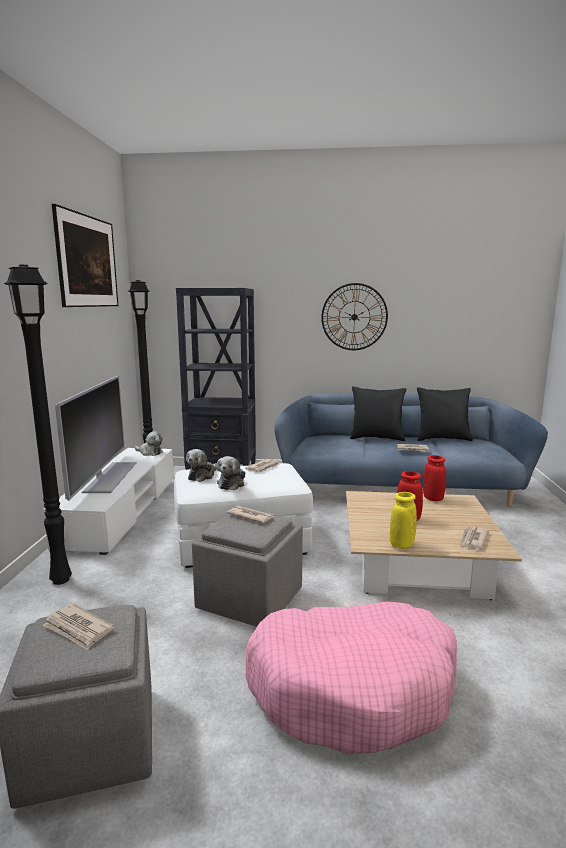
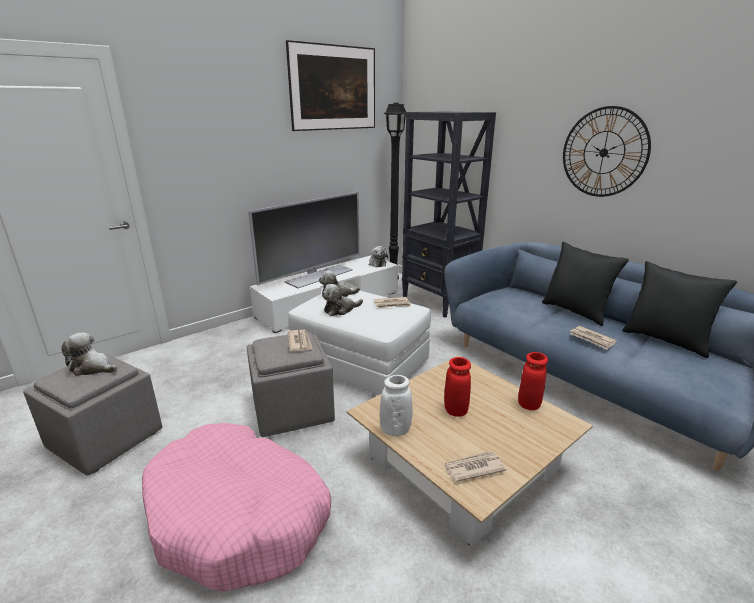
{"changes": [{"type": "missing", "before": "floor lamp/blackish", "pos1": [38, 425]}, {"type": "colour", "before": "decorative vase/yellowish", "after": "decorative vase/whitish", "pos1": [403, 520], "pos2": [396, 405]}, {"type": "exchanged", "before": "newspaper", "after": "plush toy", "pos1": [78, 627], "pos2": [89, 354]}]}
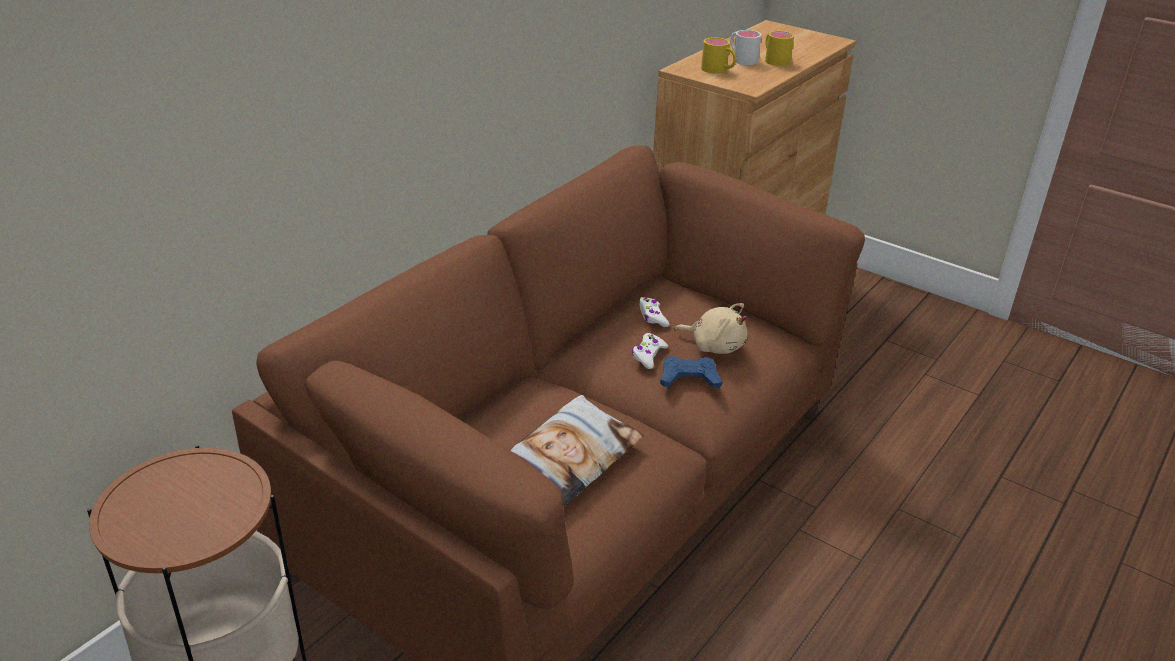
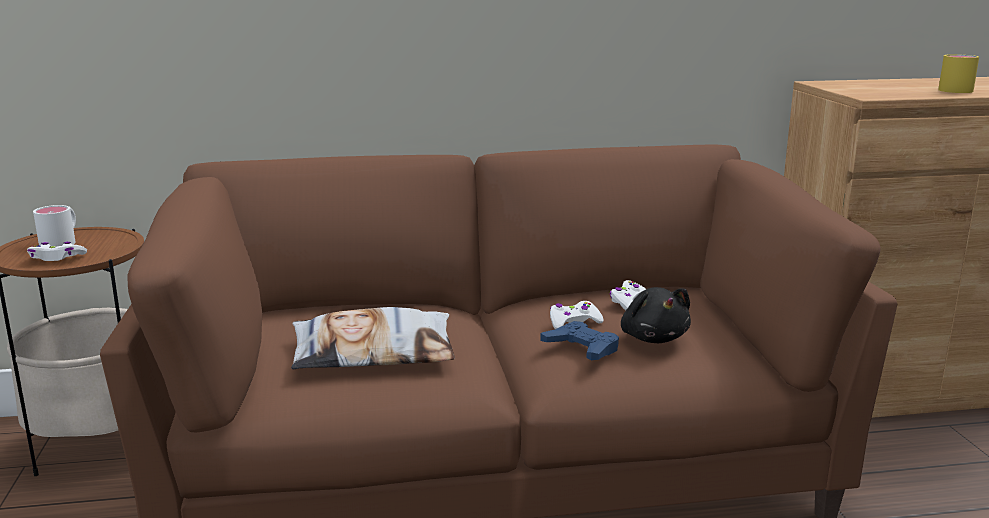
{"changes": [{"type": "relocated", "before": "coffee mug/whitish", "pos1": [745, 47], "pos2": [54, 225]}, {"type": "missing", "before": "coffee mug/yellowish", "pos1": [719, 55]}, {"type": "colour", "before": "plush toy/sand-coloured", "after": "plush toy/blackish", "pos1": [710, 328], "pos2": [656, 315]}, {"type": "appeared", "after": "joypad/whitish", "pos2": [57, 251]}]}
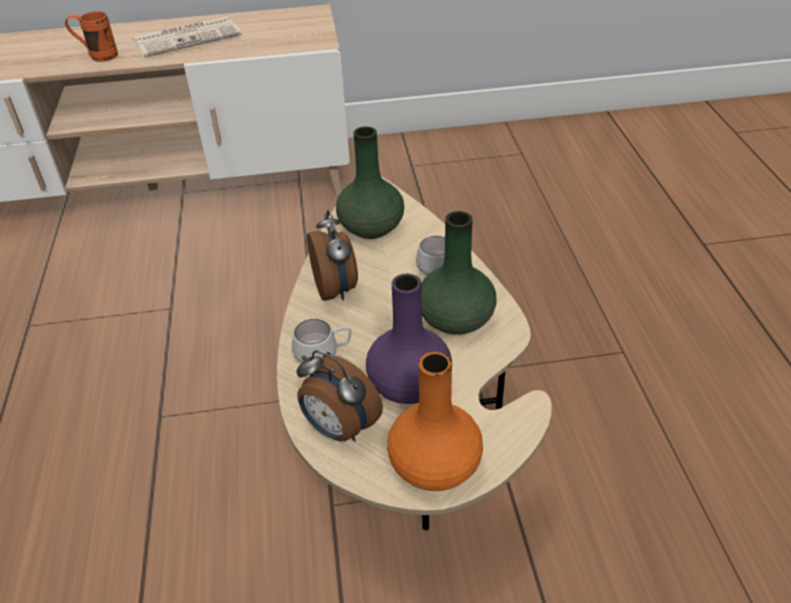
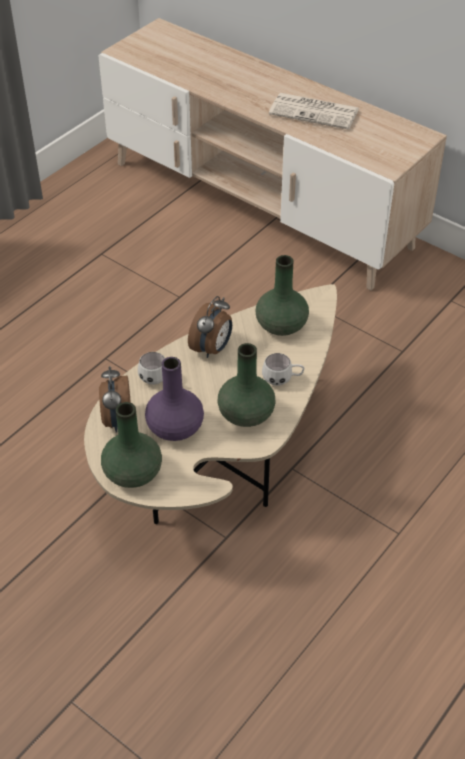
{"changes": [{"type": "missing", "before": "coffee mug/orange", "pos1": [91, 36]}, {"type": "colour", "before": "decorative vase/orange", "after": "decorative vase/greenish", "pos1": [435, 421], "pos2": [131, 445]}]}
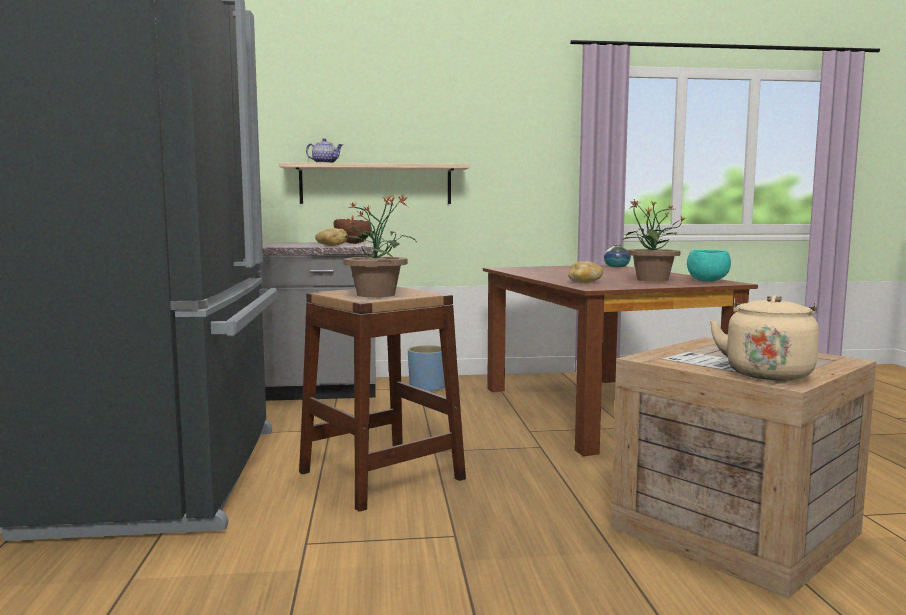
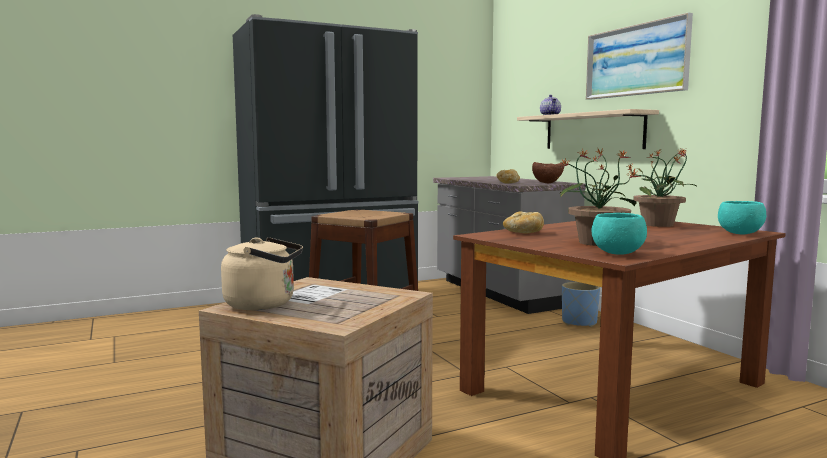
{"changes": [{"type": "relocated", "before": "potted plant", "pos1": [379, 246], "pos2": [663, 187]}, {"type": "exchanged", "before": "decorative vase", "after": "deep dish/turquoise", "pos1": [617, 255], "pos2": [742, 217]}, {"type": "appeared", "after": "picture", "pos2": [639, 56]}]}
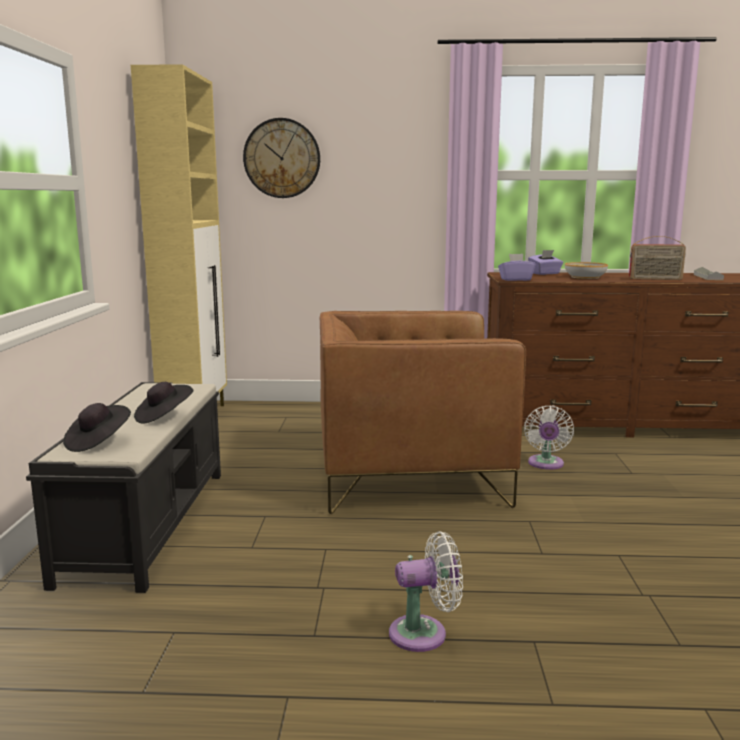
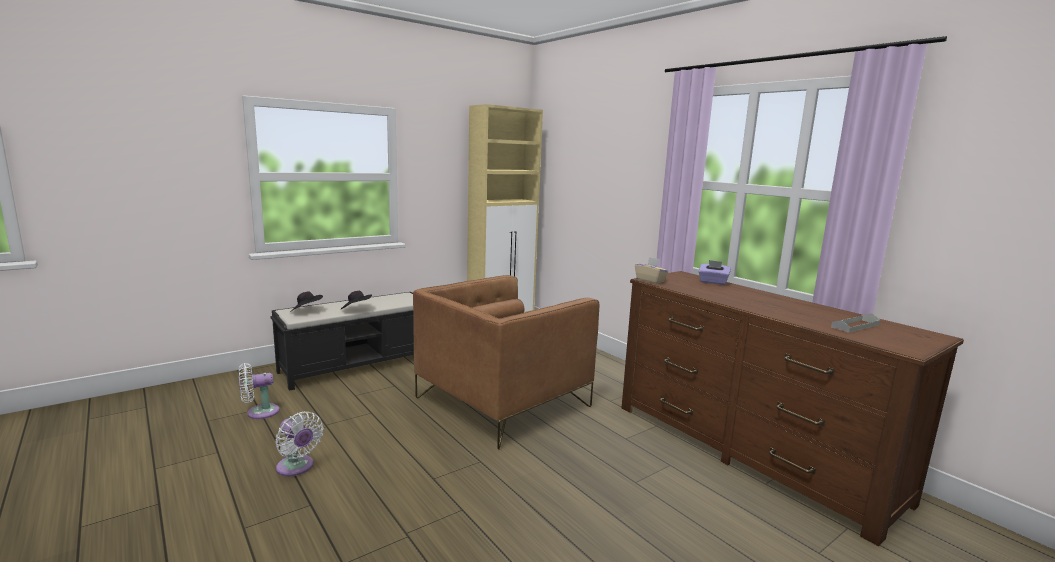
{"changes": [{"type": "missing", "before": "clock on the wall", "pos1": [281, 158]}, {"type": "missing", "before": "radio", "pos1": [657, 258]}, {"type": "colour", "before": "tissue box/purple-coloured", "after": "tissue box/sand-coloured", "pos1": [516, 267], "pos2": [652, 270]}, {"type": "missing", "before": "deep dish", "pos1": [586, 270]}, {"type": "spun", "before": "armchair/brown-coloured", "pos1": [423, 412], "pos2": [506, 362], "turn": -90}, {"type": "relocated", "before": "fan/whitish", "pos1": [549, 437], "pos2": [259, 391]}]}
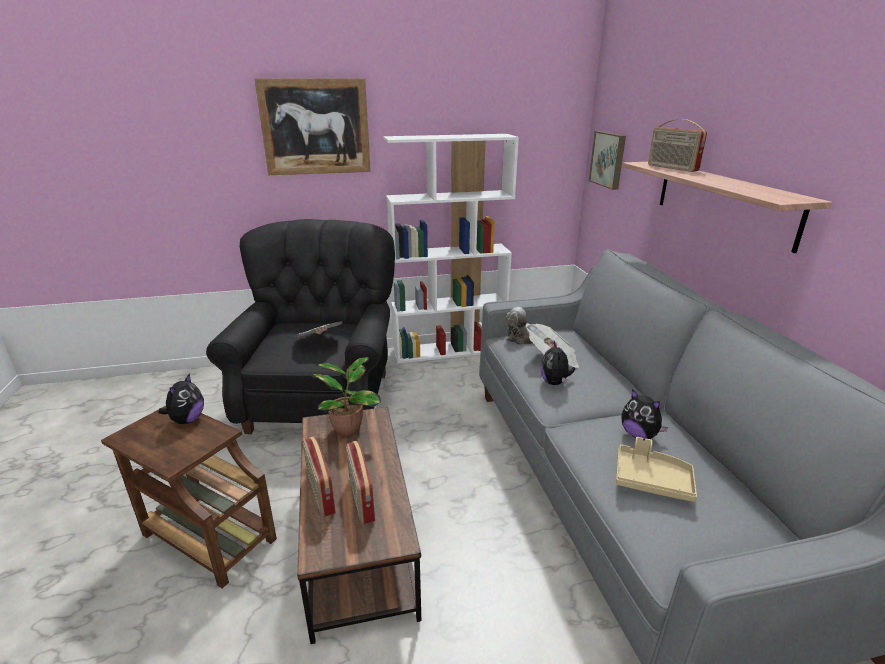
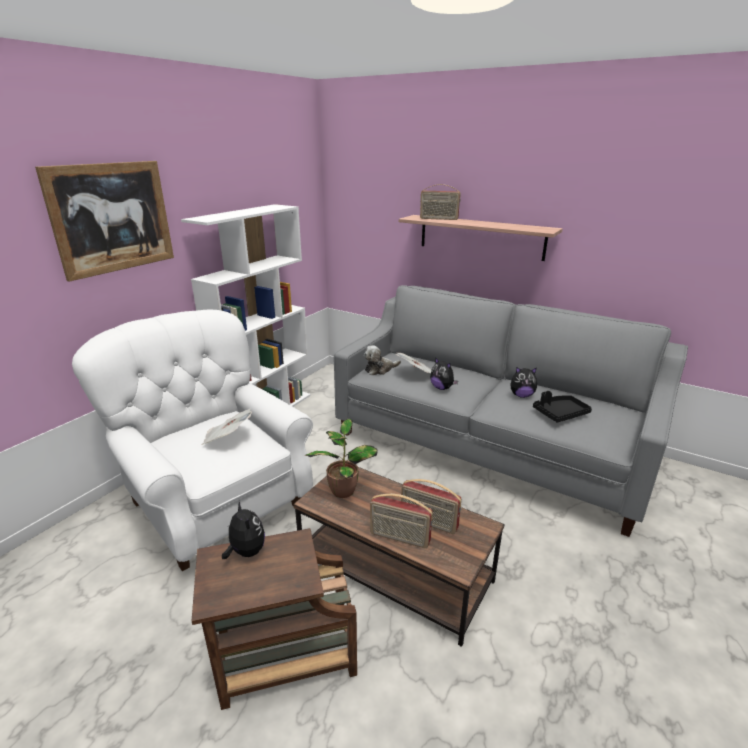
{"changes": [{"type": "missing", "before": "picture", "pos1": [607, 160]}, {"type": "colour", "before": "armchair/blackish", "after": "armchair/whitish", "pos1": [300, 326], "pos2": [192, 440]}, {"type": "colour", "before": "carrying tray/sand-coloured", "after": "carrying tray/blackish", "pos1": [656, 469], "pos2": [562, 407]}]}
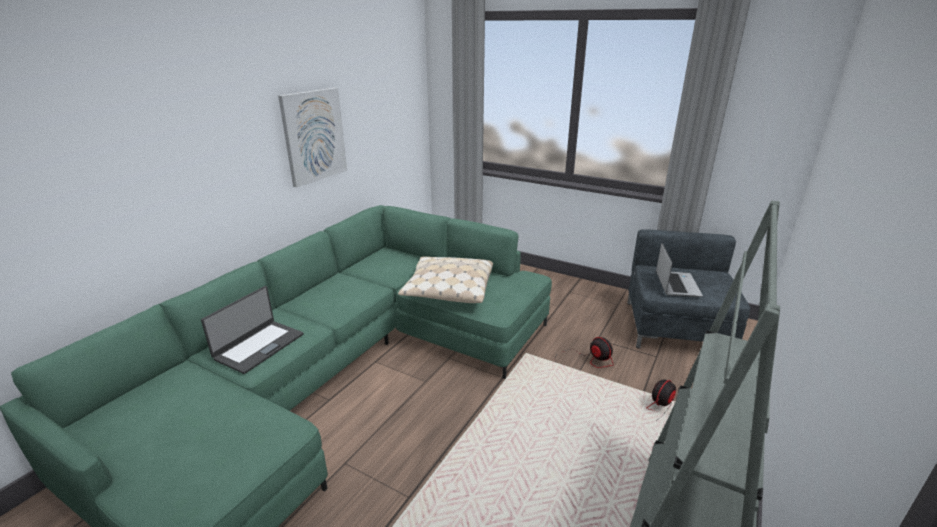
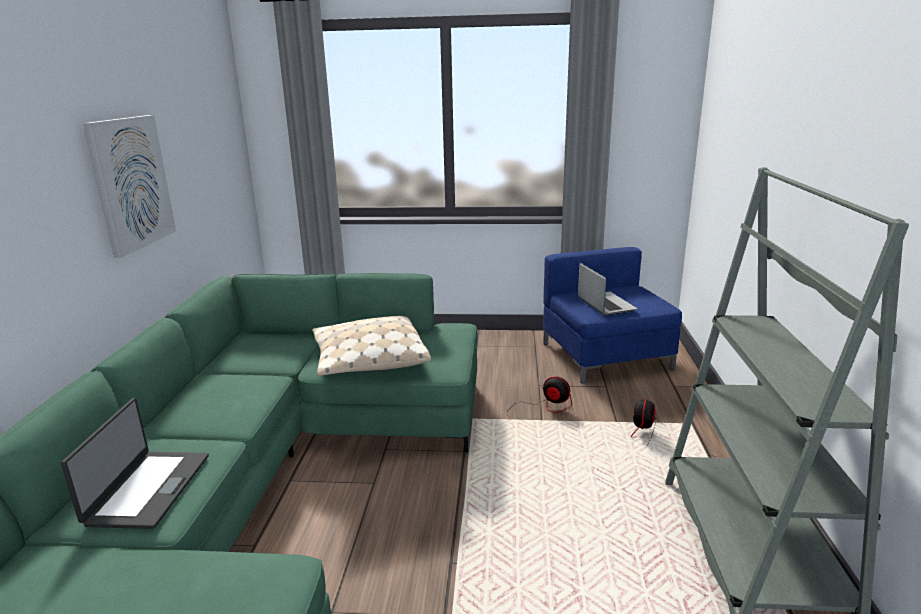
{"changes": [{"type": "colour", "before": "armchair/gray", "after": "armchair/blue-coloured", "pos1": [688, 288], "pos2": [612, 315]}]}
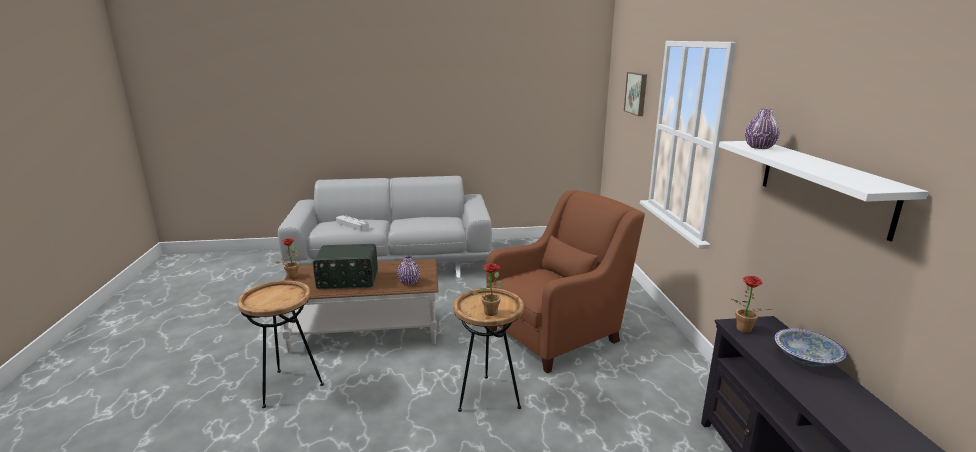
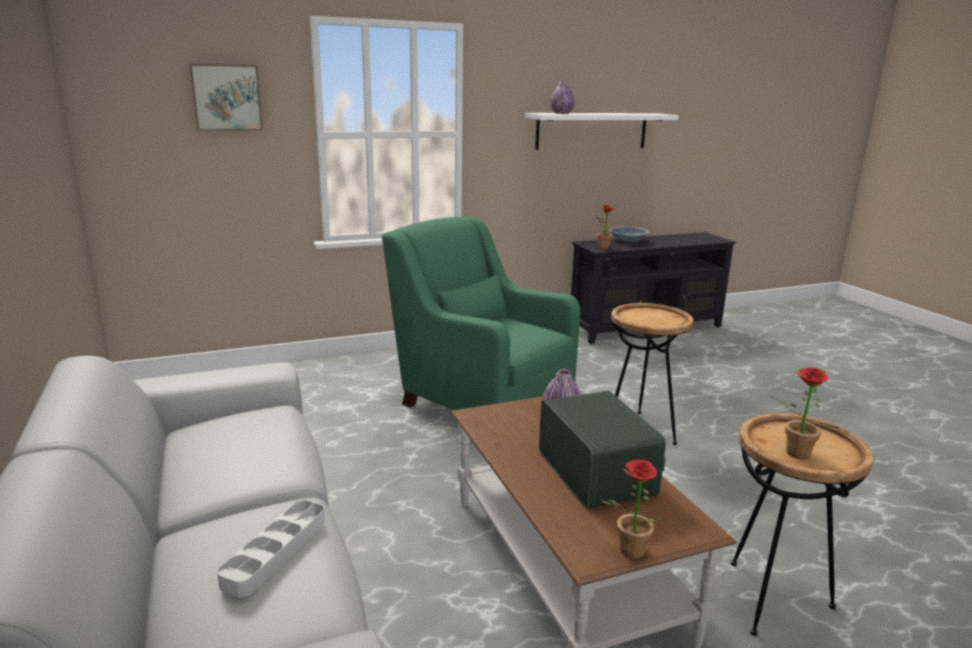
{"changes": [{"type": "colour", "before": "armchair/brown-coloured", "after": "armchair/greenish", "pos1": [565, 281], "pos2": [481, 313]}, {"type": "relocated", "before": "potted plant", "pos1": [487, 290], "pos2": [804, 413]}]}
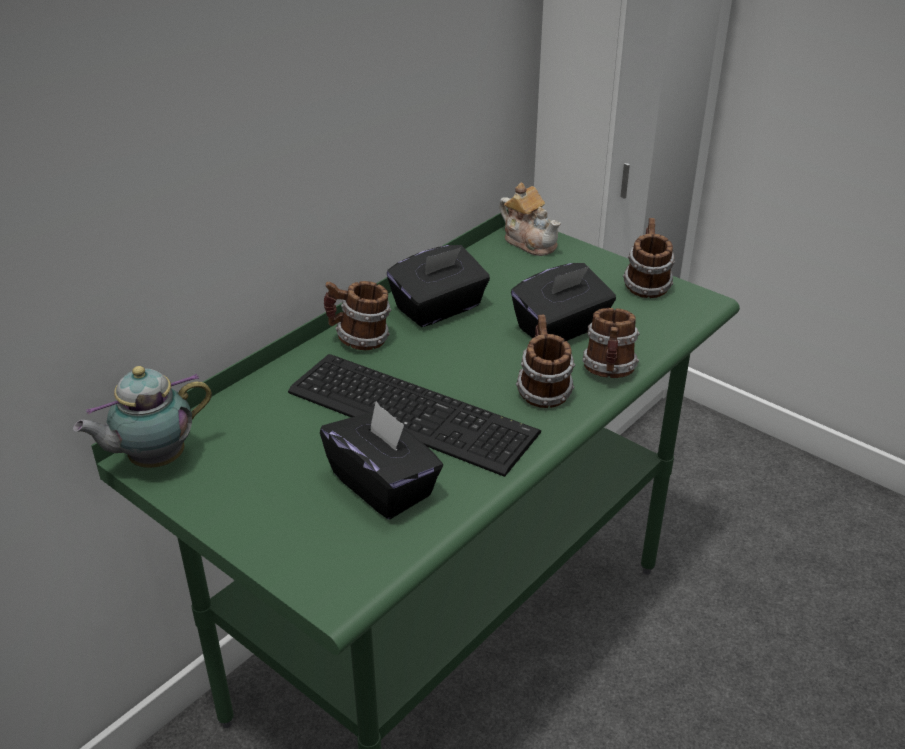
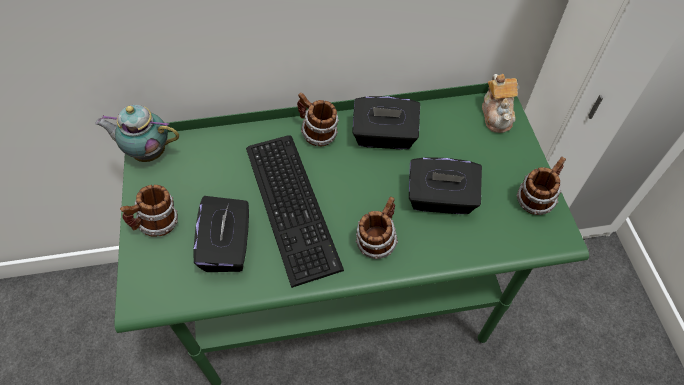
{"changes": [{"type": "relocated", "before": "coffee mug", "pos1": [611, 343], "pos2": [149, 211]}]}
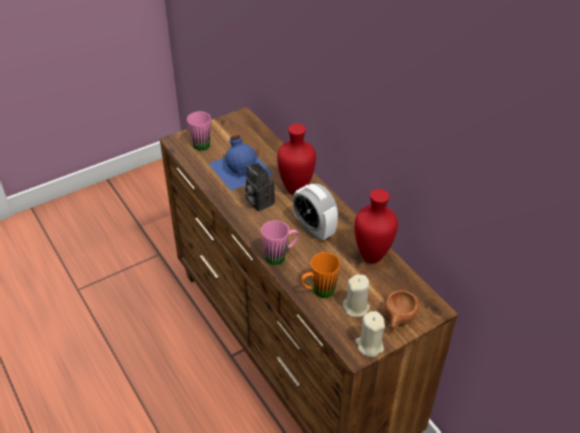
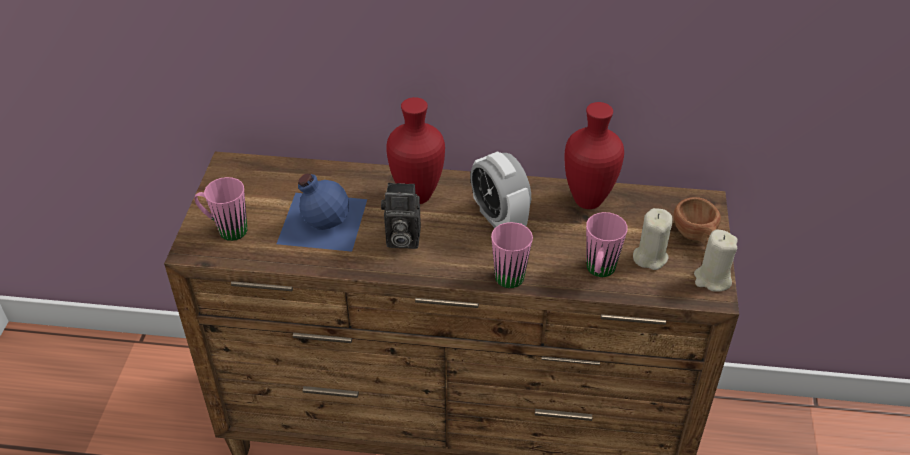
{"changes": [{"type": "spun", "before": "alarm clock", "pos1": [315, 211], "pos2": [500, 189], "turn": 60}, {"type": "colour", "before": "coffee mug/orange", "after": "coffee mug/pink", "pos1": [320, 275], "pos2": [607, 244]}]}
